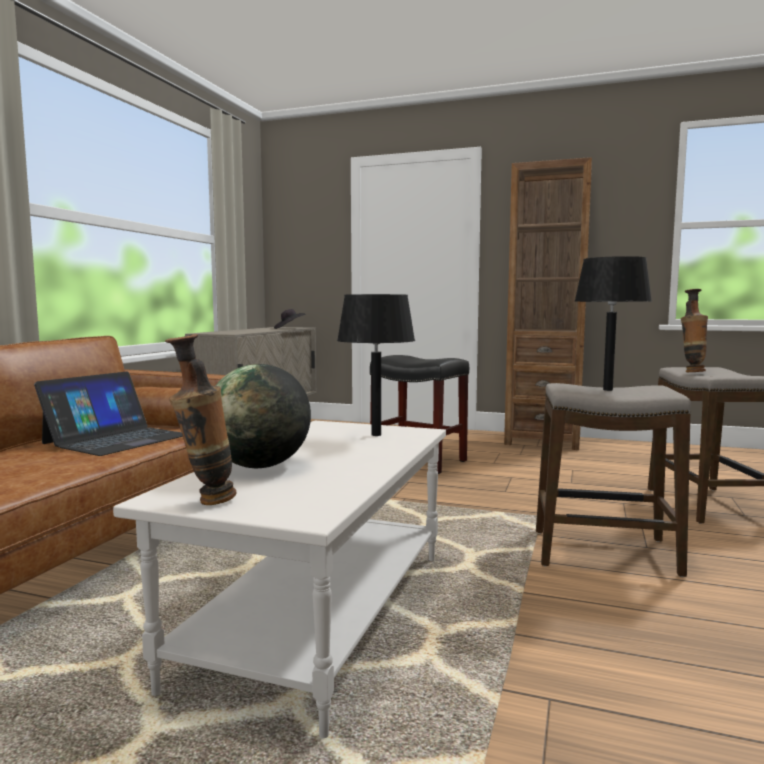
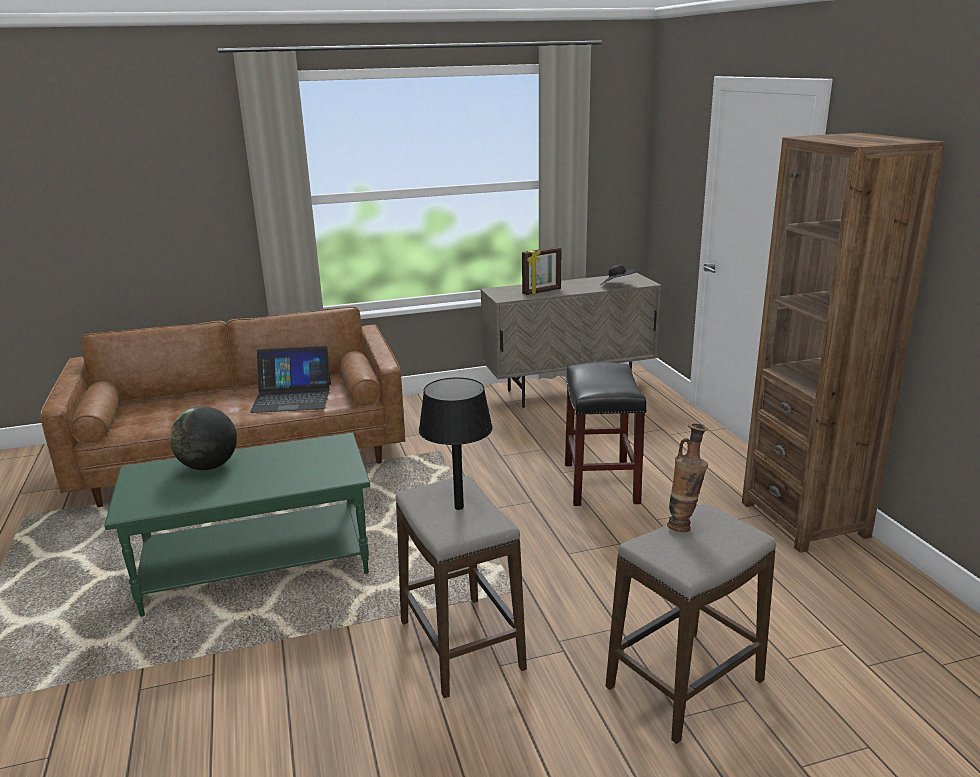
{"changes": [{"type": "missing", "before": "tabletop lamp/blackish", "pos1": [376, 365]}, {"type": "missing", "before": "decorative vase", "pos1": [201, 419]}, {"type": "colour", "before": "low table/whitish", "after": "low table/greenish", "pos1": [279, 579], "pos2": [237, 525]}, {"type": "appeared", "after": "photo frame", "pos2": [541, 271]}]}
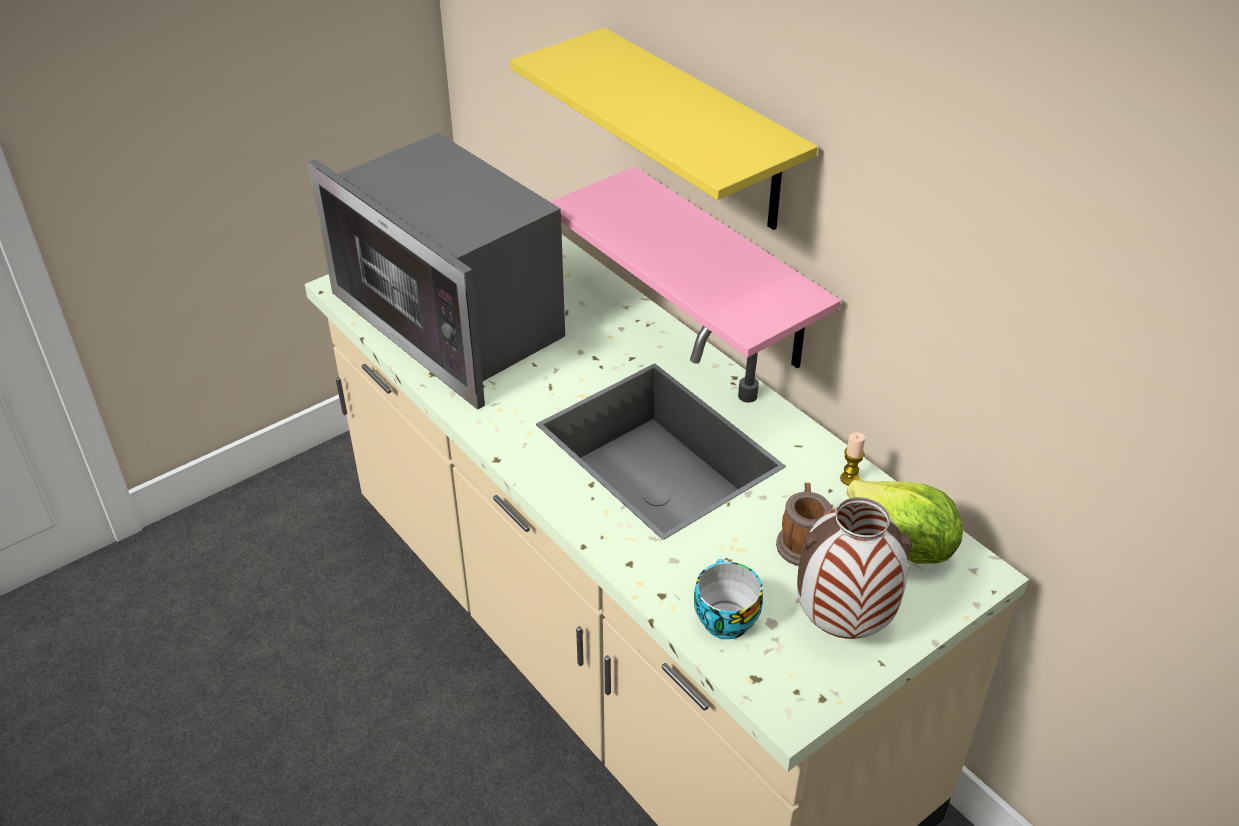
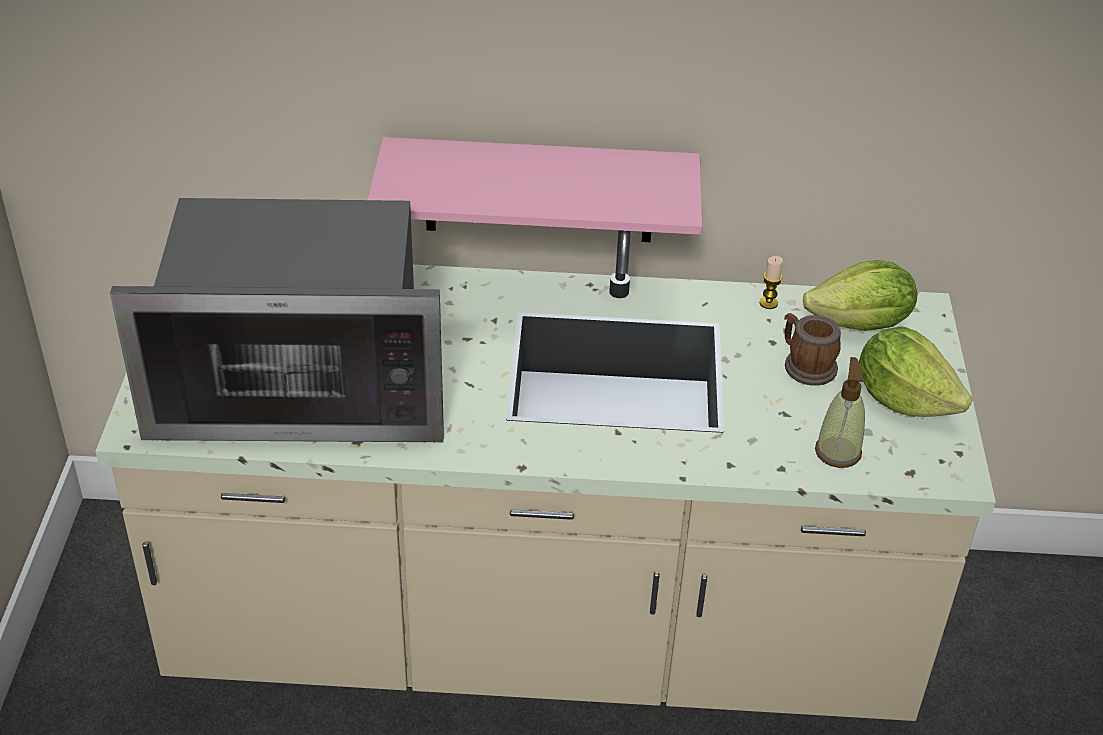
{"changes": [{"type": "missing", "before": "bracket shelf/yellowish", "pos1": [664, 129]}, {"type": "exchanged", "before": "decorative vase", "after": "lettuce head", "pos1": [854, 568], "pos2": [916, 371]}, {"type": "exchanged", "before": "drinking cup", "after": "soap dispenser", "pos1": [728, 599], "pos2": [840, 412]}]}
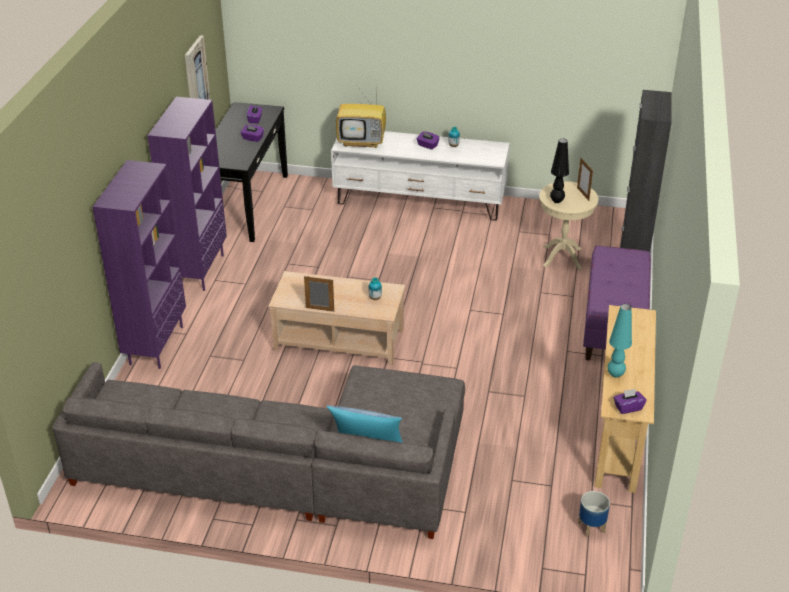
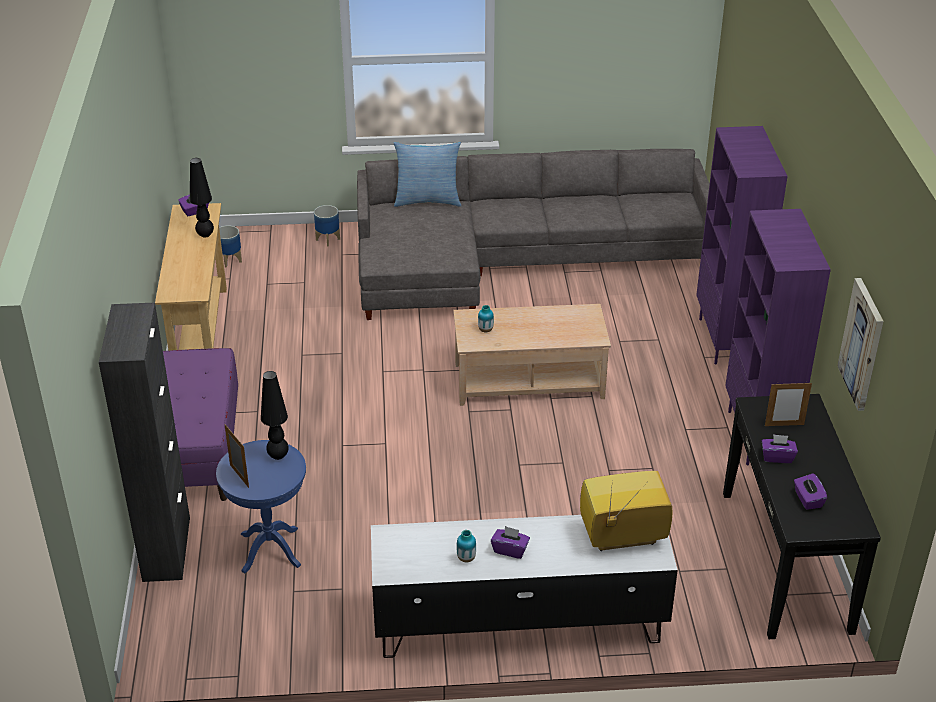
{"changes": [{"type": "colour", "before": "end table/sand-coloured", "after": "end table/blue-coloured", "pos1": [569, 225], "pos2": [261, 506]}, {"type": "relocated", "before": "photo frame", "pos1": [319, 294], "pos2": [788, 404]}, {"type": "colour", "before": "tabletop lamp/turquoise", "after": "tabletop lamp/blackish", "pos1": [619, 341], "pos2": [202, 198]}, {"type": "appeared", "after": "plant pot", "pos2": [327, 225]}]}
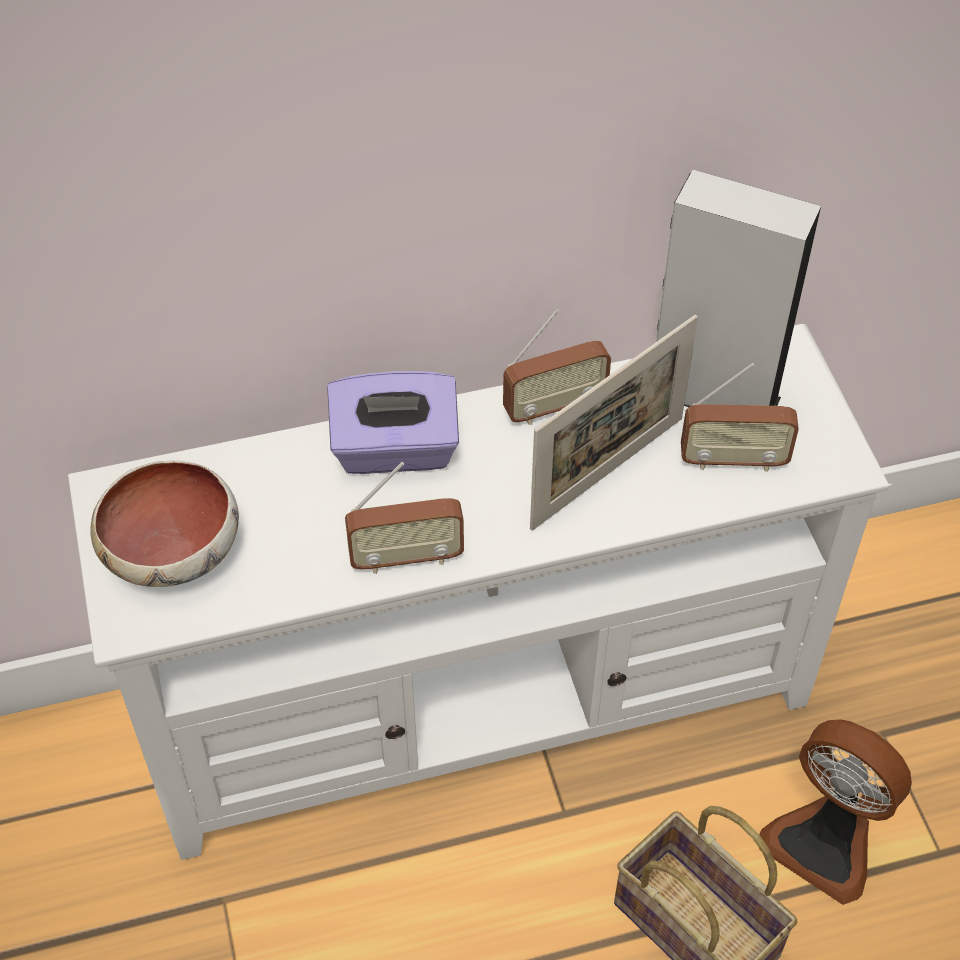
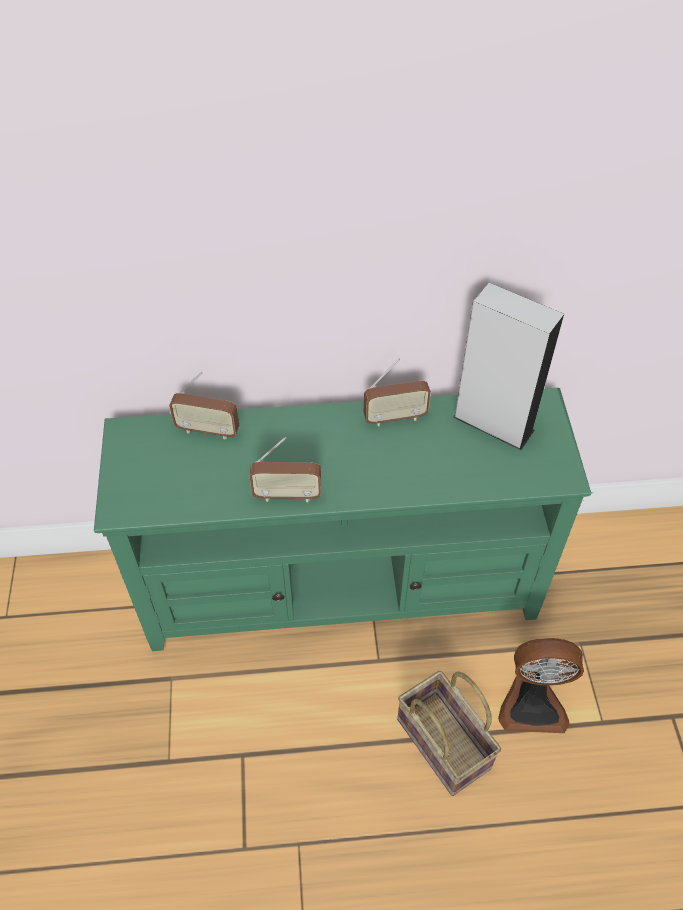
{"changes": [{"type": "missing", "before": "photo frame", "pos1": [614, 422]}, {"type": "colour", "before": "tv stand/whitish", "after": "tv stand/greenish", "pos1": [480, 591], "pos2": [343, 519]}, {"type": "relocated", "before": "radio", "pos1": [740, 417], "pos2": [204, 405]}, {"type": "missing", "before": "tissue box/purple-coloured", "pos1": [393, 422]}, {"type": "missing", "before": "deep dish", "pos1": [164, 524]}, {"type": "spun", "before": "fan", "pos1": [835, 812], "pos2": [541, 685], "turn": -45}]}
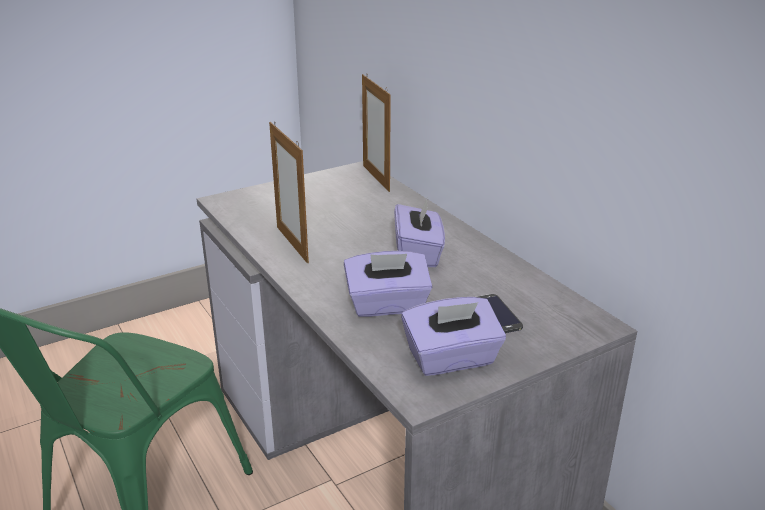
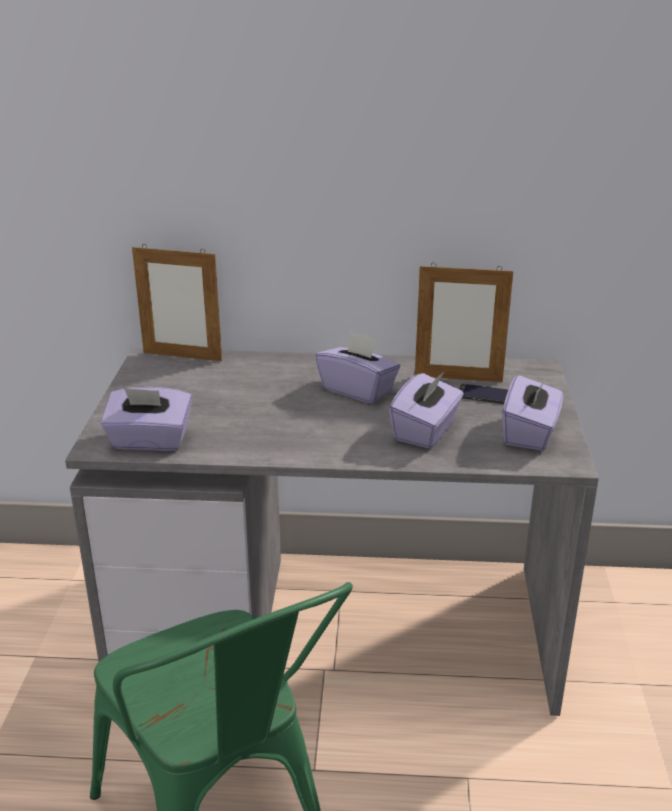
{"changes": [{"type": "relocated", "before": "photo frame", "pos1": [289, 192], "pos2": [464, 322]}, {"type": "appeared", "after": "tissue box/purple-coloured", "pos2": [146, 419]}]}
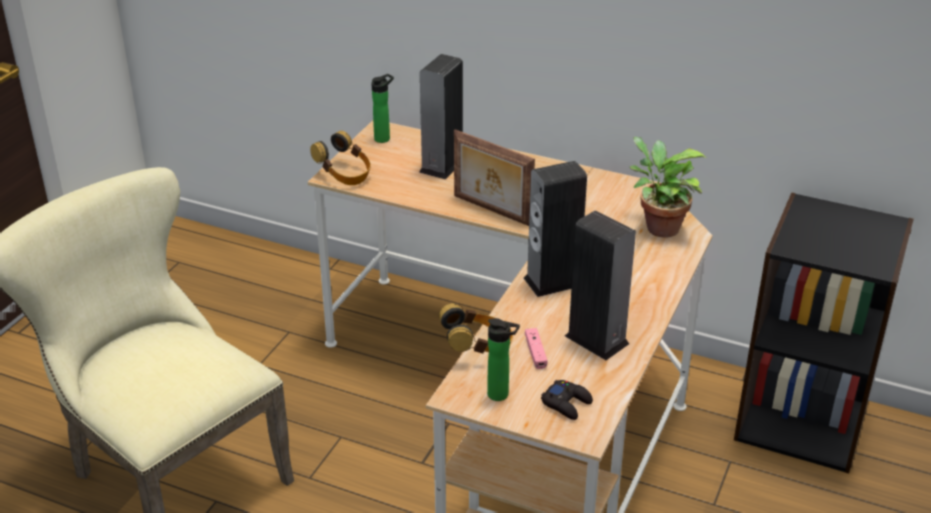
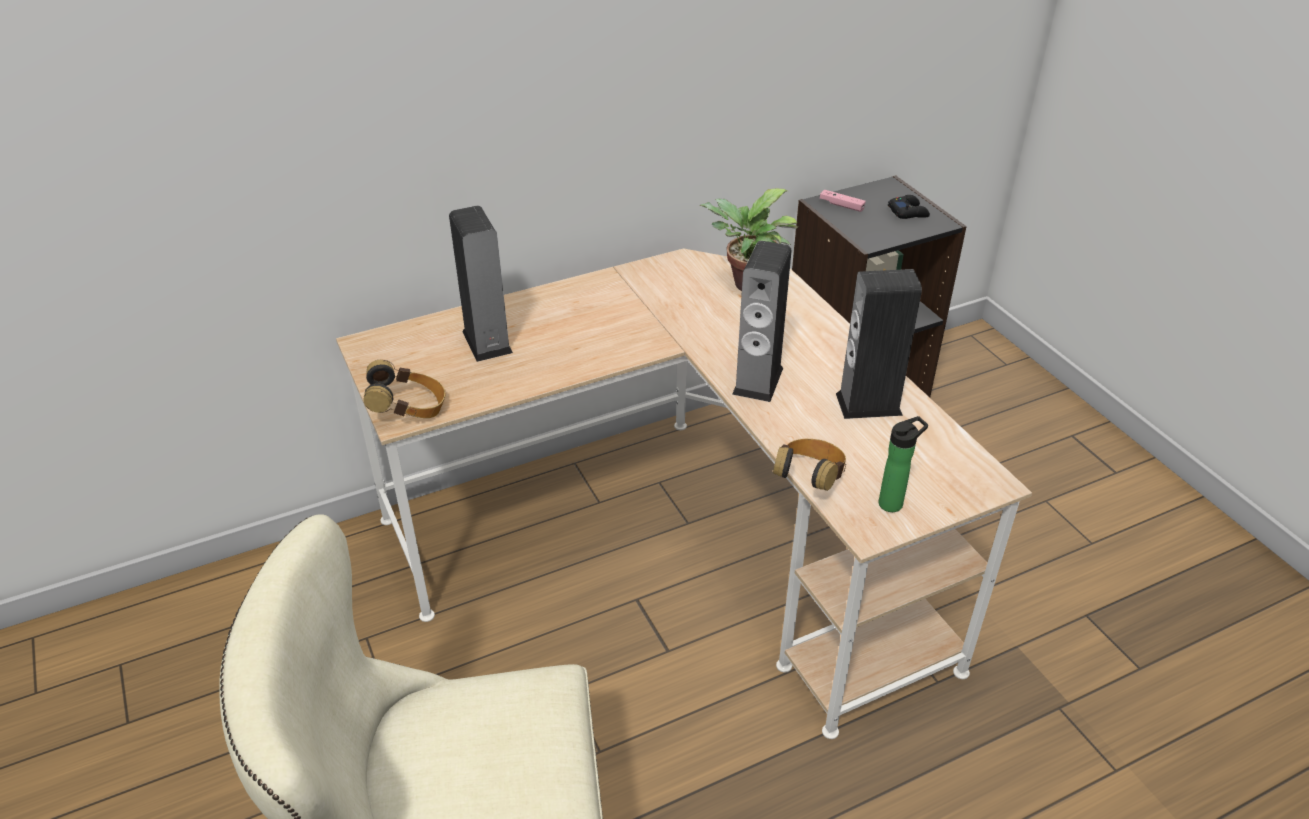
{"changes": [{"type": "missing", "before": "drink bottle", "pos1": [382, 108]}, {"type": "missing", "before": "photo frame", "pos1": [494, 177]}, {"type": "relocated", "before": "joypad/pink", "pos1": [536, 348], "pos2": [843, 201]}, {"type": "relocated", "before": "joypad/blackish", "pos1": [567, 400], "pos2": [909, 207]}]}
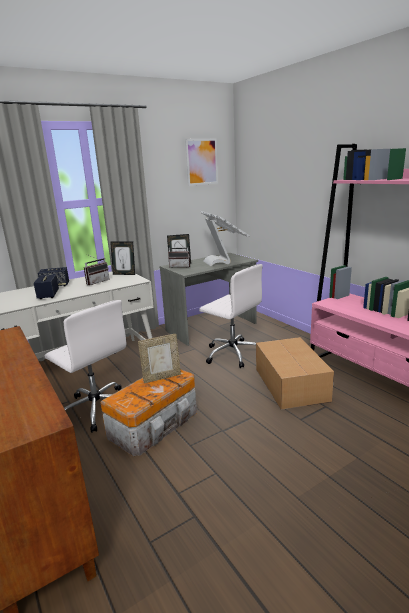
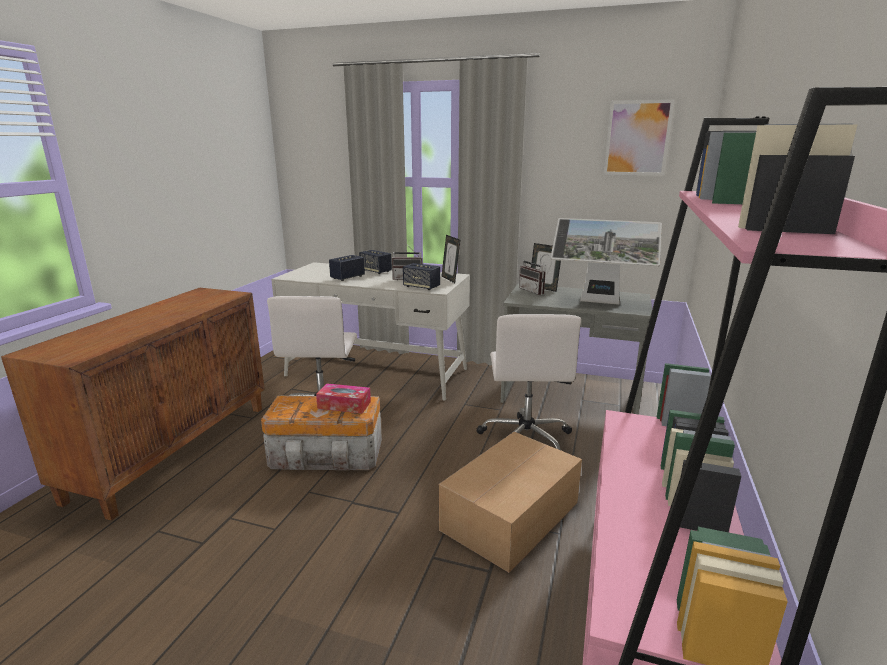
{"changes": [{"type": "spun", "before": "monitor", "pos1": [225, 238], "pos2": [606, 261], "turn": 75}, {"type": "exchanged", "before": "photo frame", "after": "tissue box", "pos1": [159, 358], "pos2": [343, 398]}, {"type": "appeared", "after": "loudspeaker", "pos2": [421, 276]}]}
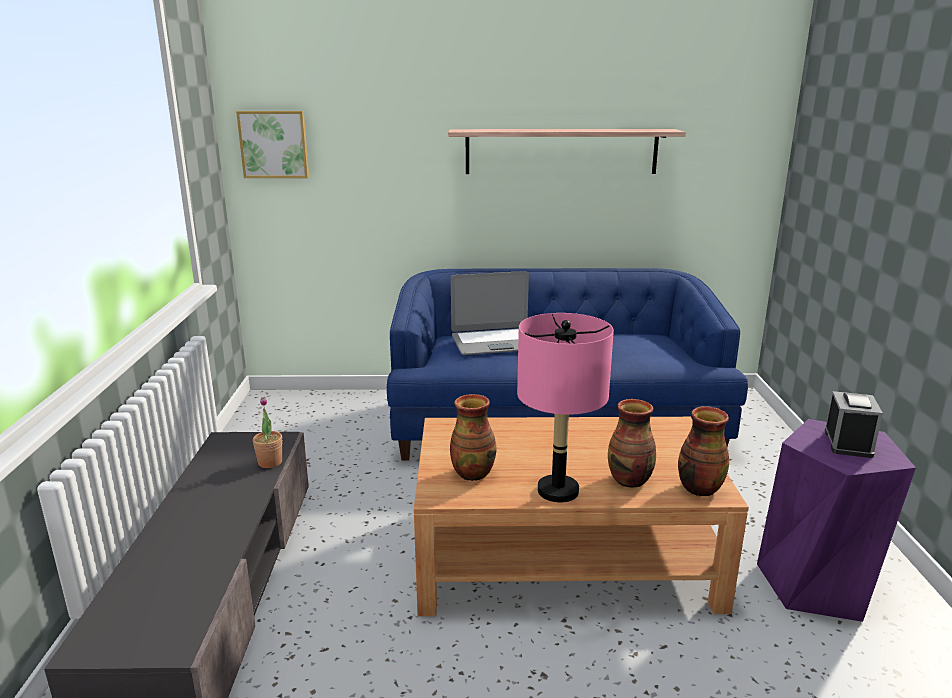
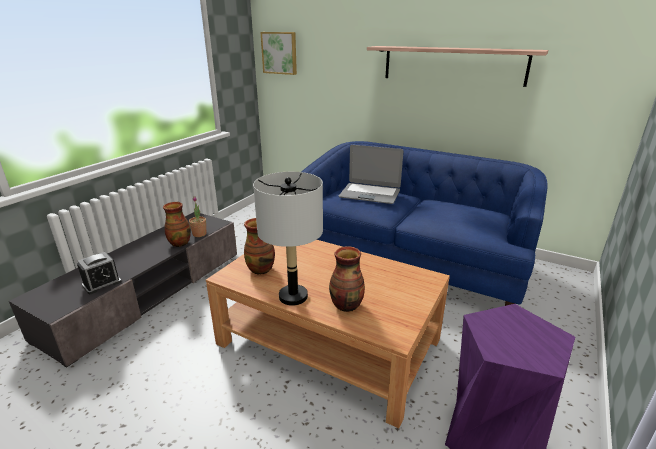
{"changes": [{"type": "colour", "before": "tabletop lamp/pink", "after": "tabletop lamp/gray", "pos1": [565, 407], "pos2": [288, 239]}, {"type": "relocated", "before": "alarm clock", "pos1": [854, 424], "pos2": [99, 273]}, {"type": "relocated", "before": "decorative vase", "pos1": [703, 451], "pos2": [177, 224]}]}
